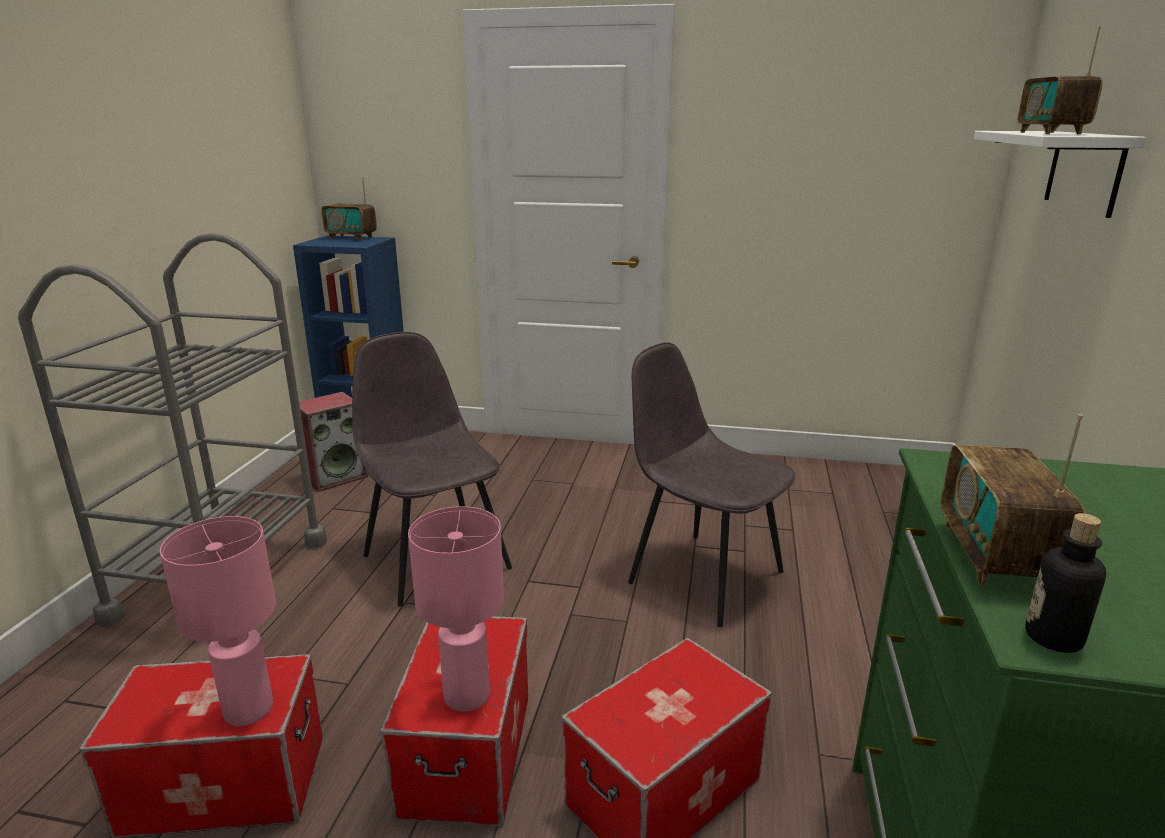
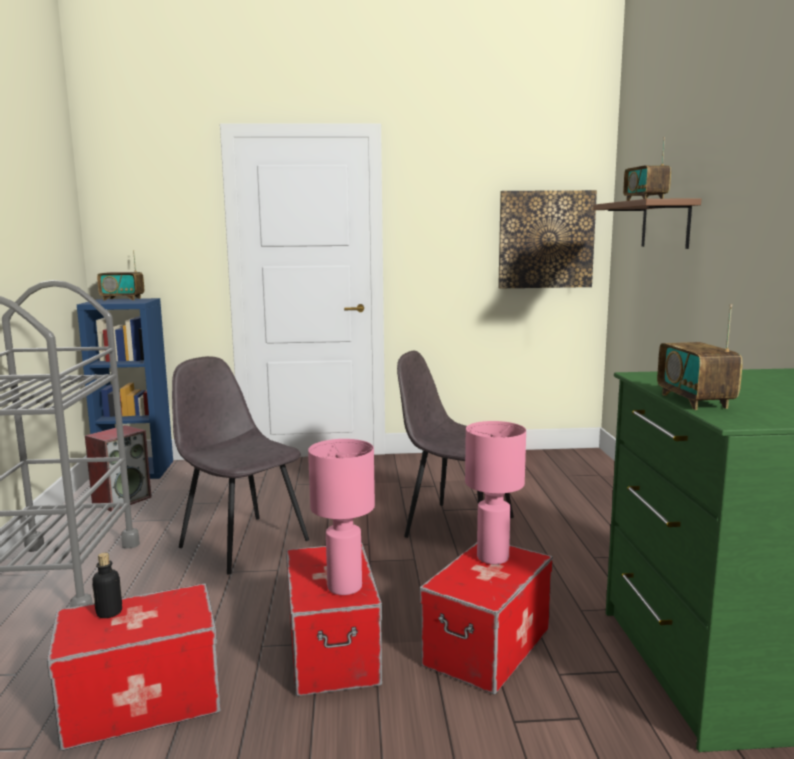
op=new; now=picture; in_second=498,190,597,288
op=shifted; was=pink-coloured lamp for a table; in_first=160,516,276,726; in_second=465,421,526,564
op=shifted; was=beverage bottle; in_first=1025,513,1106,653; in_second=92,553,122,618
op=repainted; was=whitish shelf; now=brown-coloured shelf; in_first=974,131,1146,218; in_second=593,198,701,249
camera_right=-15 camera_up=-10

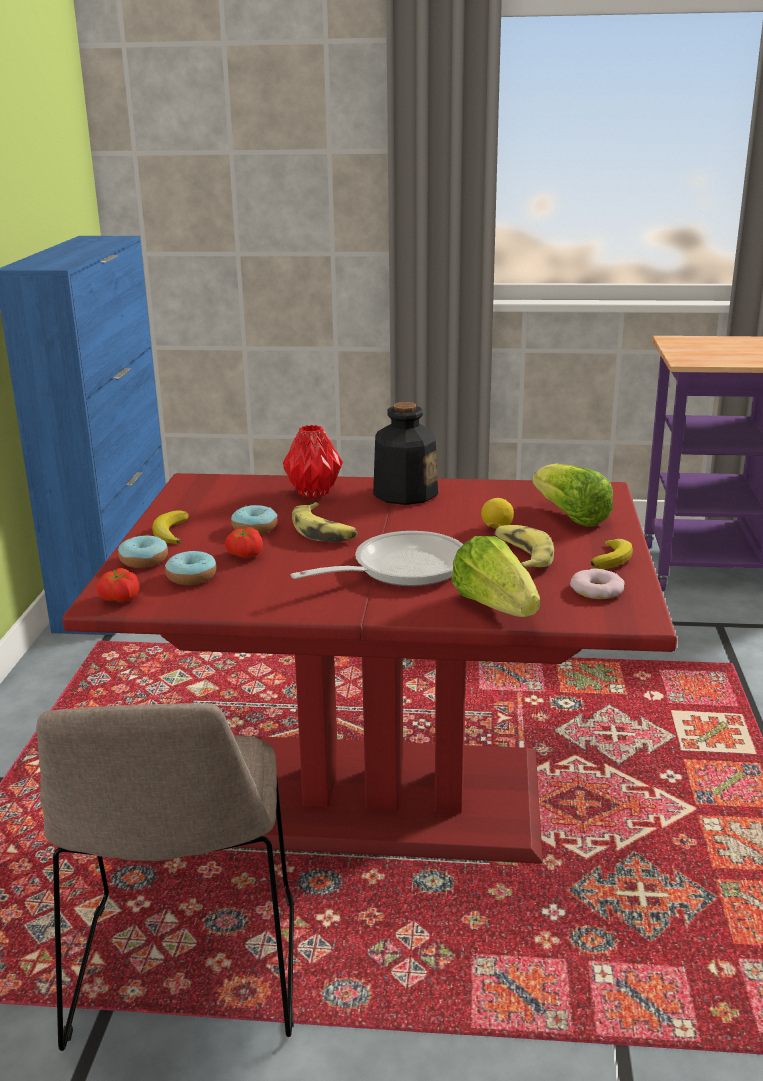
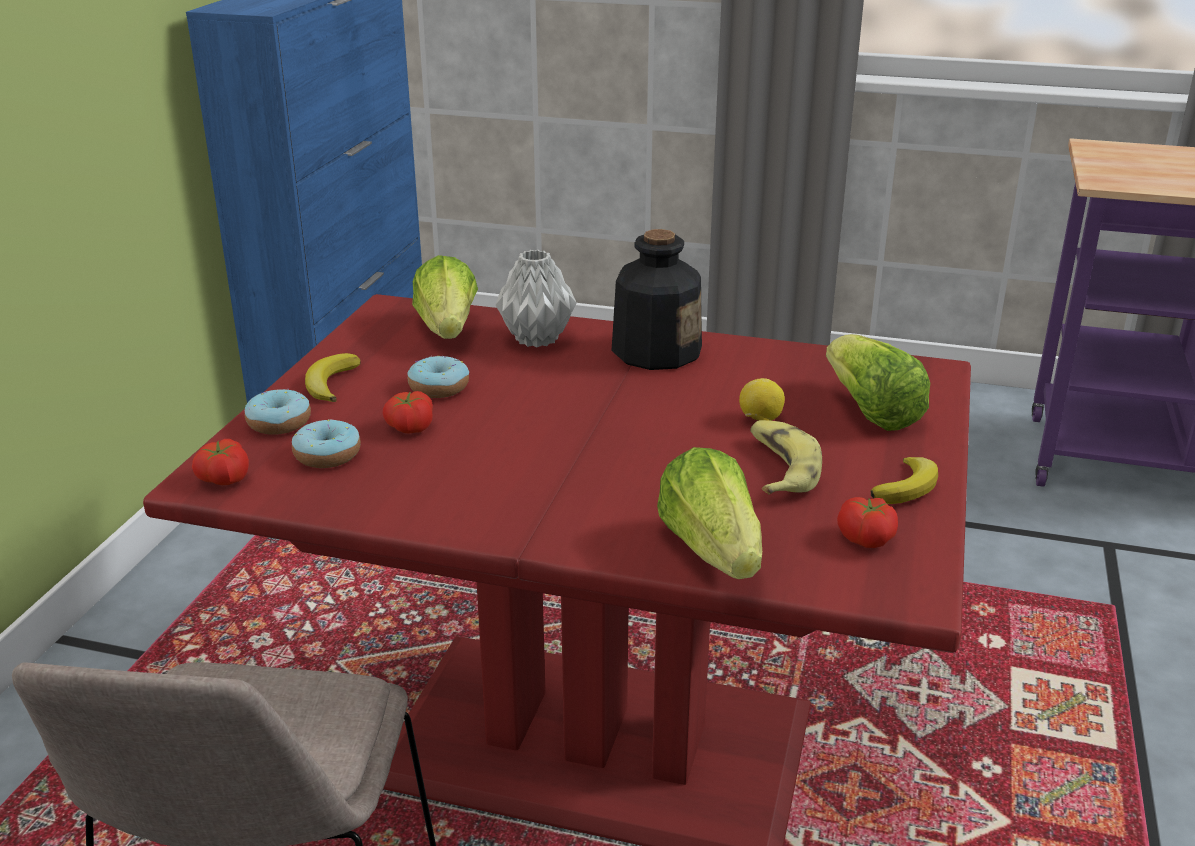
op=gone; was=frying pan; in_first=291,531,463,586
op=gone; was=banana fruit; in_first=292,502,358,542
op=new; now=head of lettuce; in_second=412,255,478,339
op=swapped; was=donut; now=fresh tomato; in_first=570,569,625,599; in_second=837,497,898,548
op=repainted; was=red decorative vase; now=greyish decorative vase; in_first=283,425,343,498; in_second=496,250,576,347
camera_right=10 camera_up=5

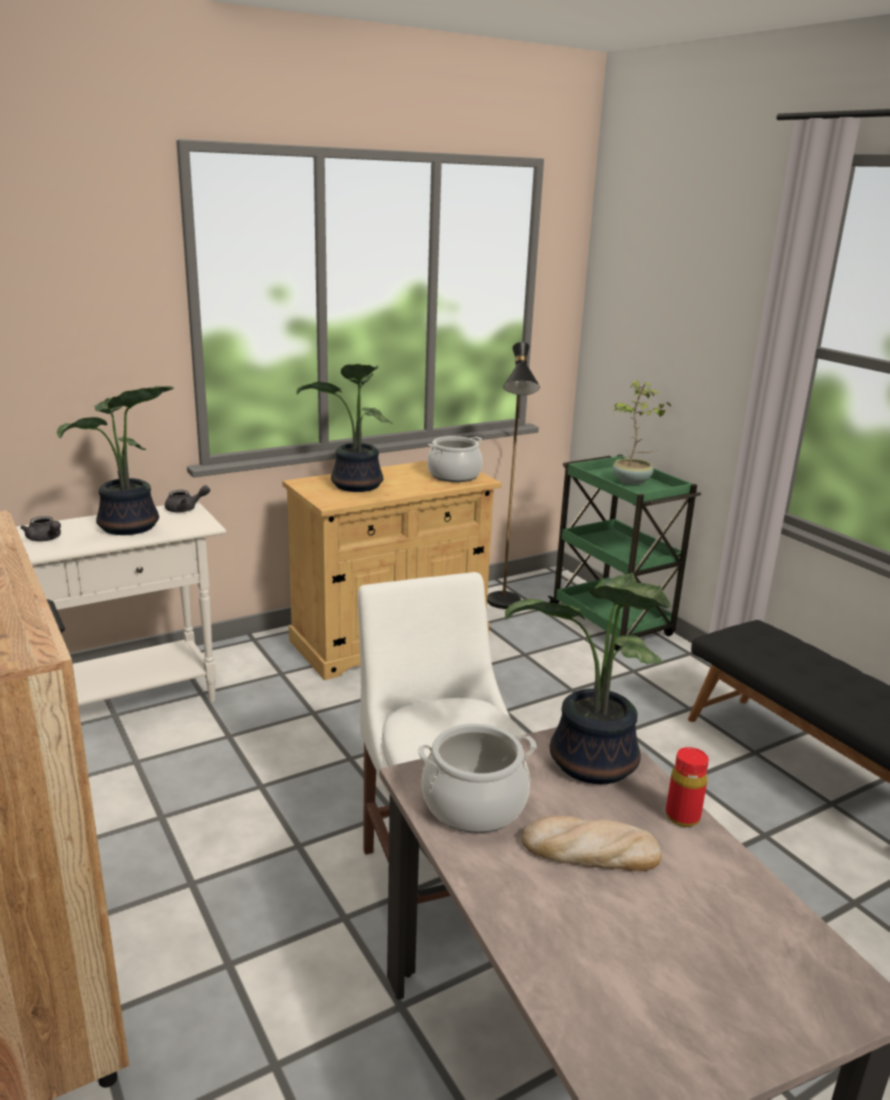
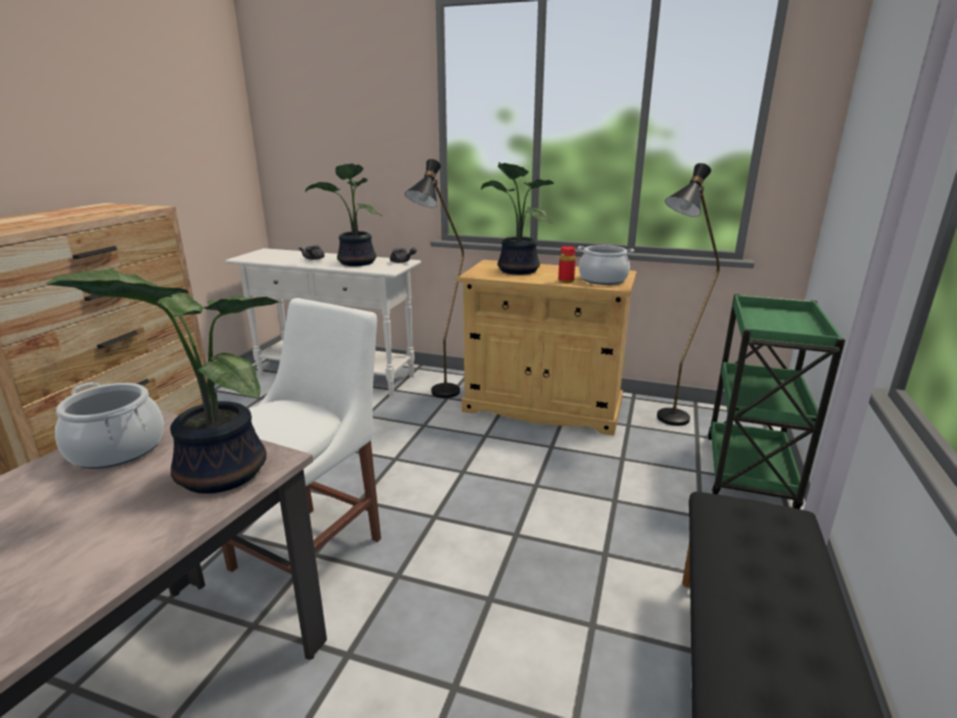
op=gone; was=bread; in_first=521,815,662,871
op=gone; was=houseplant; in_first=613,381,671,485
op=new; now=black floor lamp; in_second=405,159,464,398
op=shifted; was=red beverage bottle; in_first=666,747,709,827; in_second=558,246,576,283
camera_right=50 camera_up=0

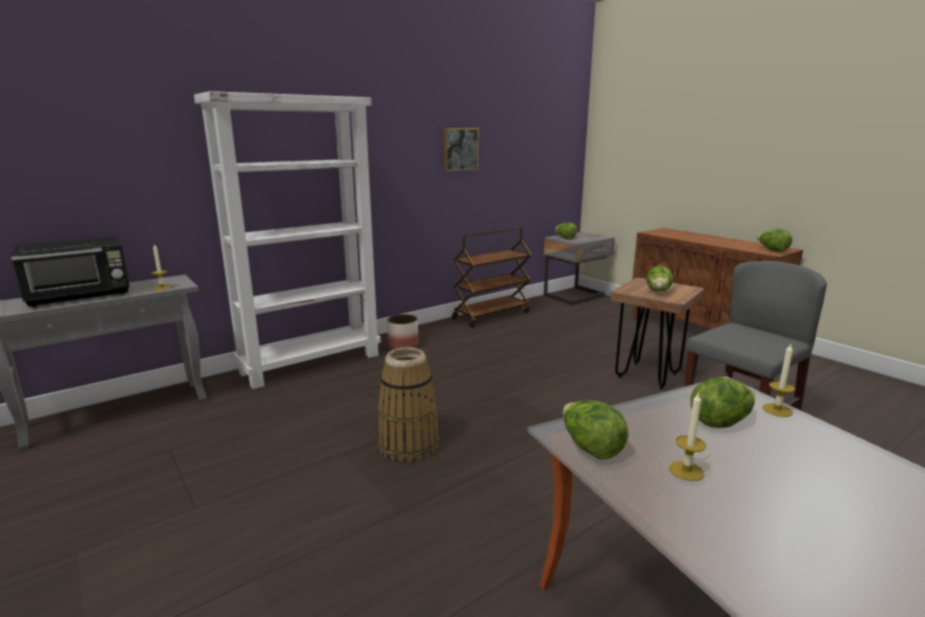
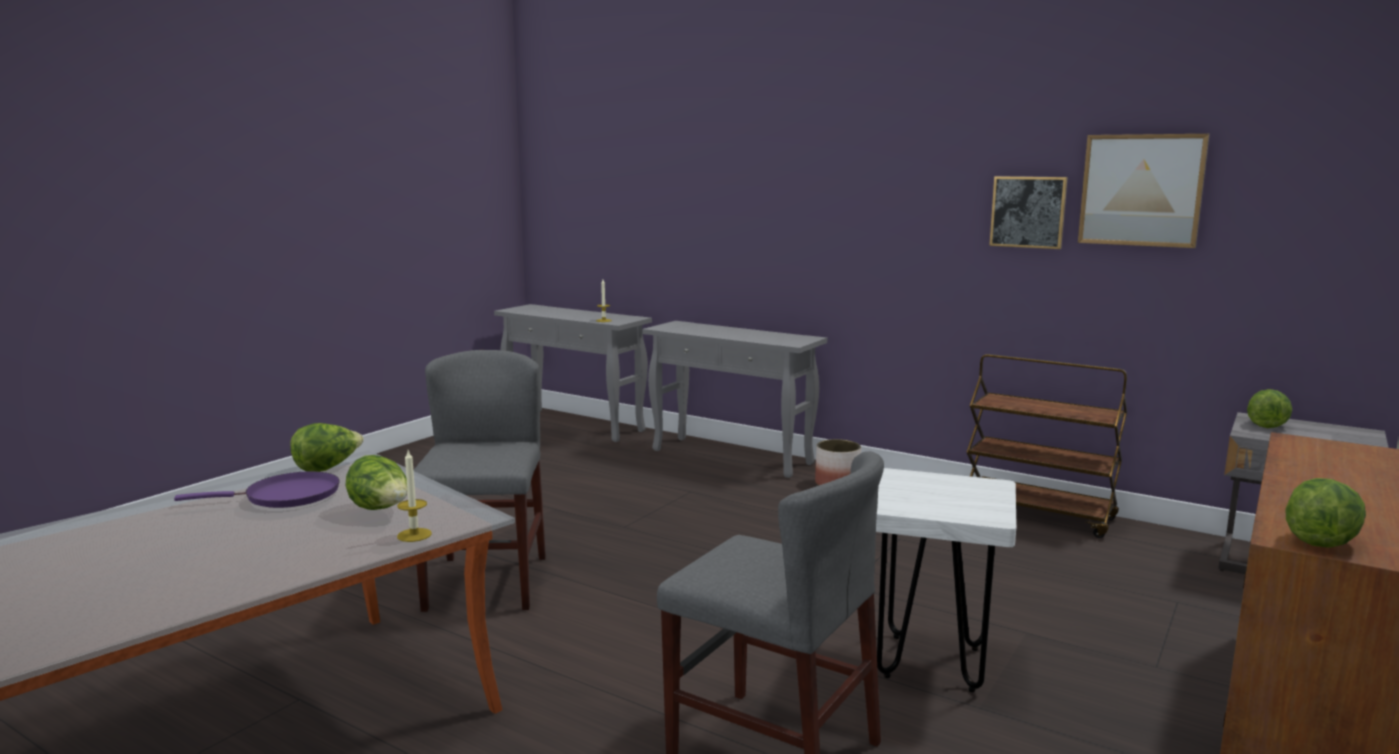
op=gone; was=black kitchen microwave; in_first=11,237,129,307
op=gone; was=basket; in_first=377,347,440,462
op=gone; was=head of lettuce; in_first=646,265,673,292
op=new; now=greyish plain chair; in_second=413,350,546,612
op=new; now=picture; in_second=1078,134,1210,248
op=swapped; was=whitish shelving unit; now=greyish hall table; in_first=194,91,381,389; in_second=642,321,827,478
op=swapped; was=candle; now=purple frying pan; in_first=669,391,706,481; in_second=174,471,339,508
op=repainted; was=brown-coloured stool; now=whitish stool; in_first=611,277,704,389; in_second=876,468,1016,692
camera_right=70 camera_up=-5

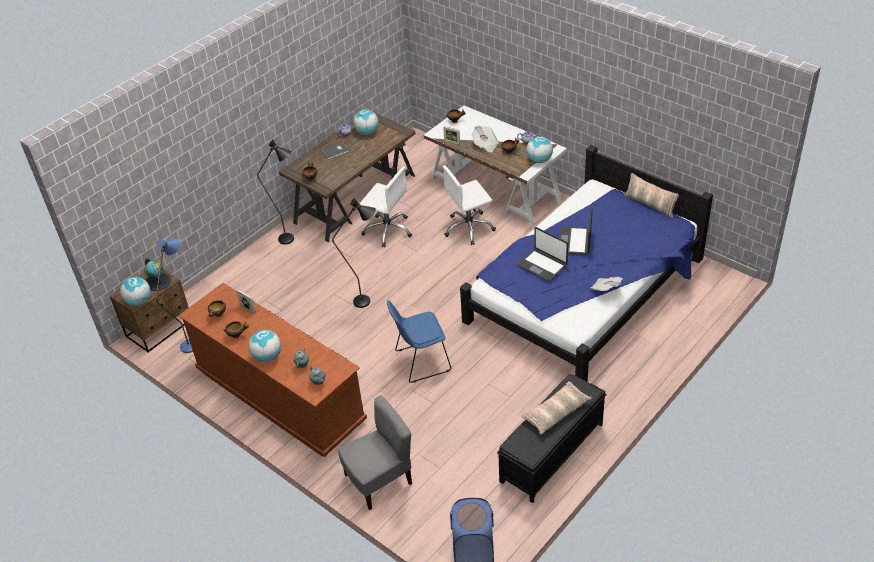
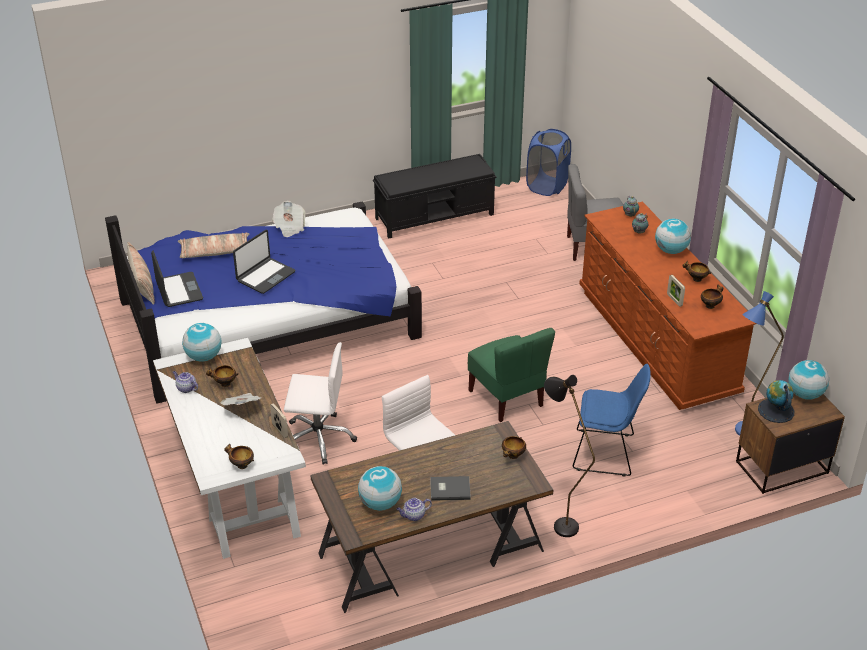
op=shifted; was=blue-coloured plain chair; in_first=387,300,451,383; in_second=573,364,651,476
op=shifted; was=portable computer; in_first=517,227,568,281; in_second=151,251,203,307
op=shifted; was=pillow; in_first=521,381,592,434; in_second=178,233,249,258
op=swapped; was=black floor lamp; now=green-coloured plain chair; in_first=332,198,376,308; in_second=468,328,555,422
camera_right=-155 camera_up=-5

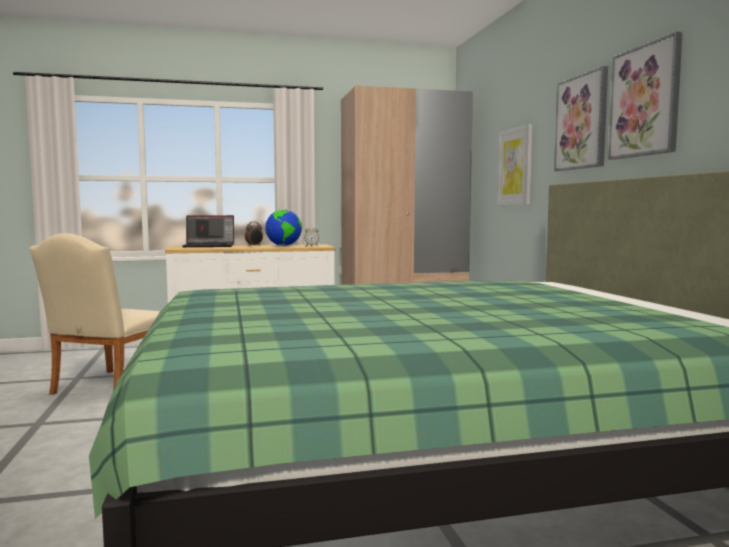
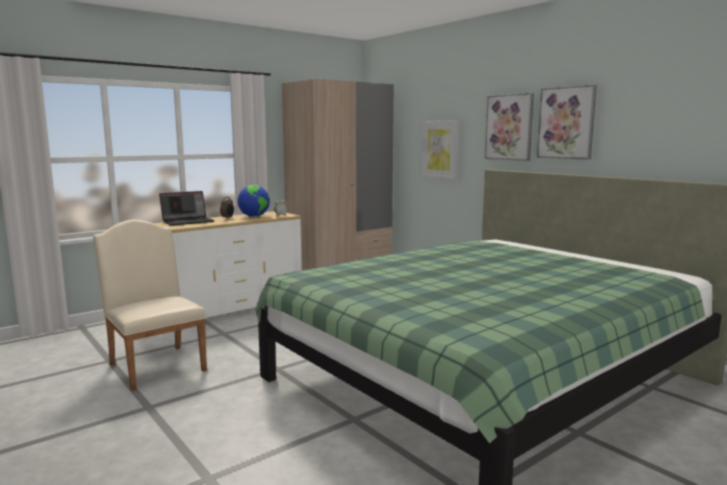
op=rotated; was=sand-coloured plain chair; in_first=29,233,160,395; in_second=93,220,207,391; clockwise=150
camera_right=-25 camera_up=5

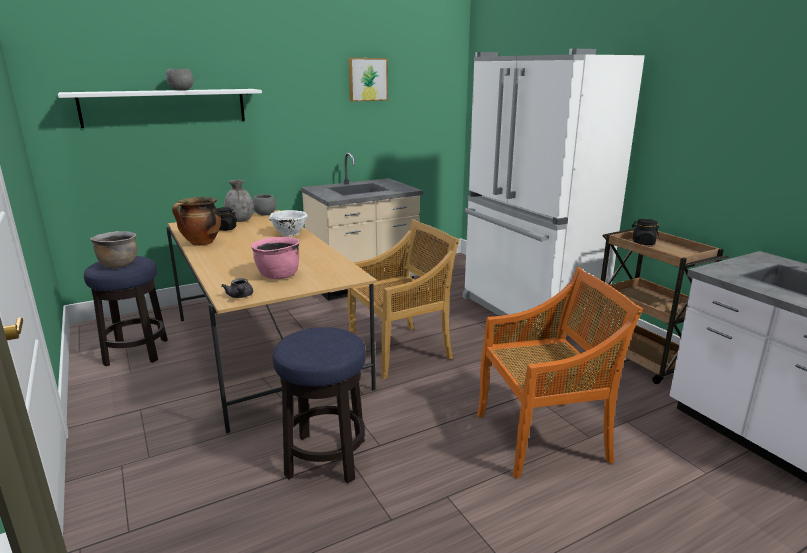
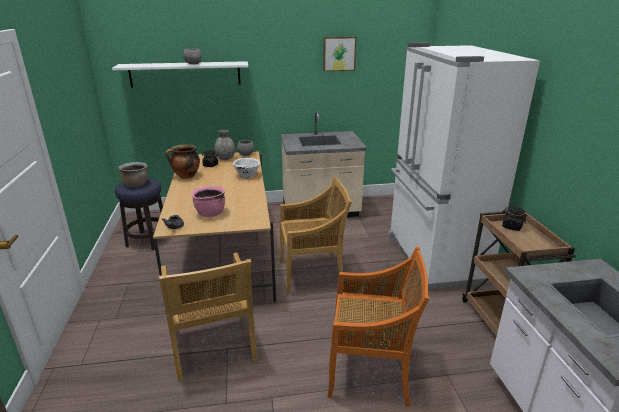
op=swapped; was=stool; now=sand-coloured plain chair; in_first=273,327,366,483; in_second=159,253,258,381
camera_right=20 camera_up=5

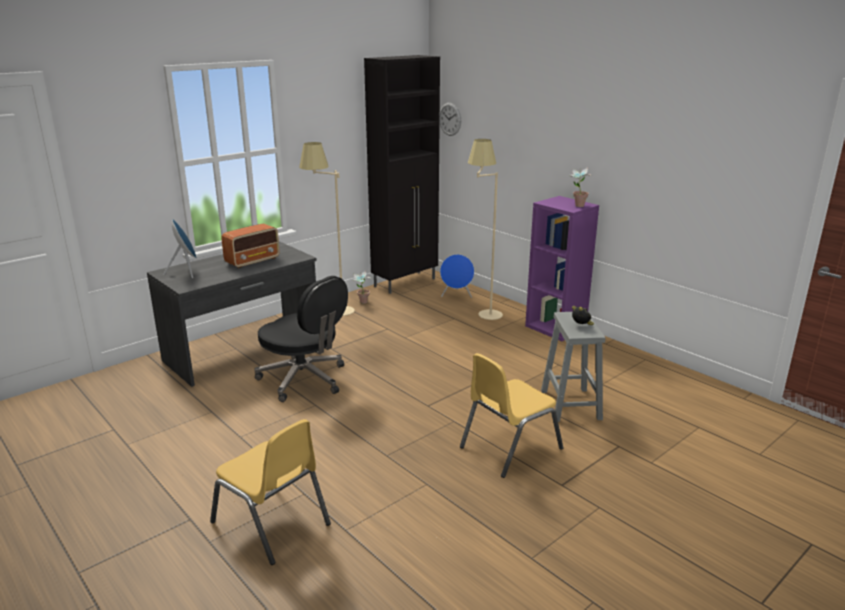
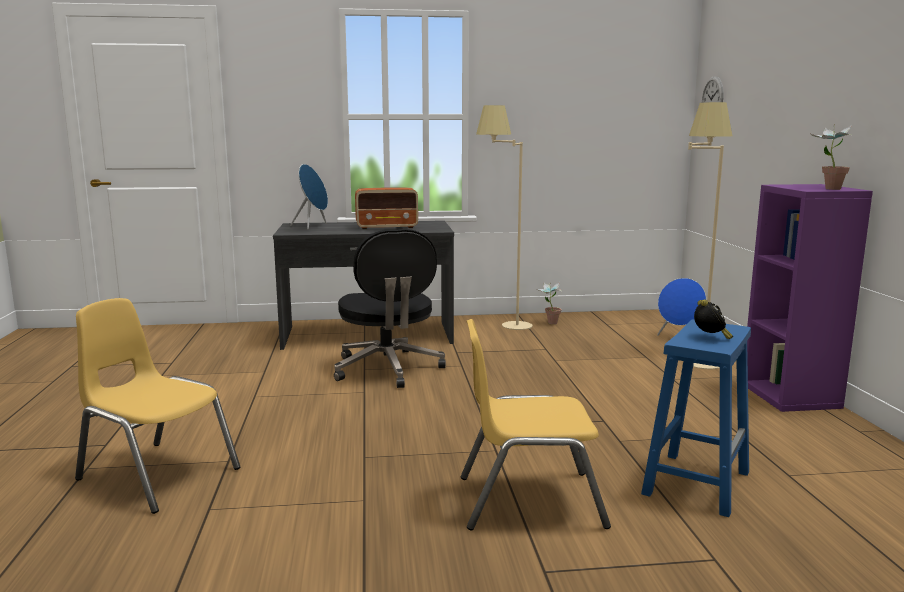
op=gone; was=black storage cabinet; in_first=364,55,440,294
op=repainted; was=greyish stool; now=blue-coloured stool; in_first=541,312,605,422; in_second=641,320,751,517
op=rotated; was=yellow plain chair; in_first=210,419,331,565; in_second=75,298,240,514; clockwise=135
camera_right=35 camera_up=-10

